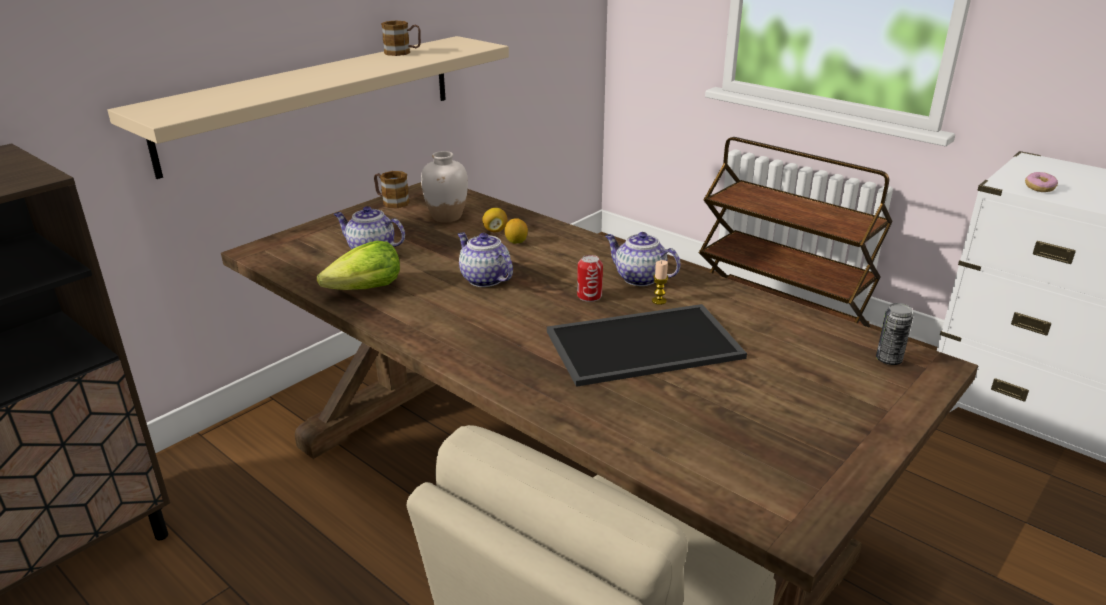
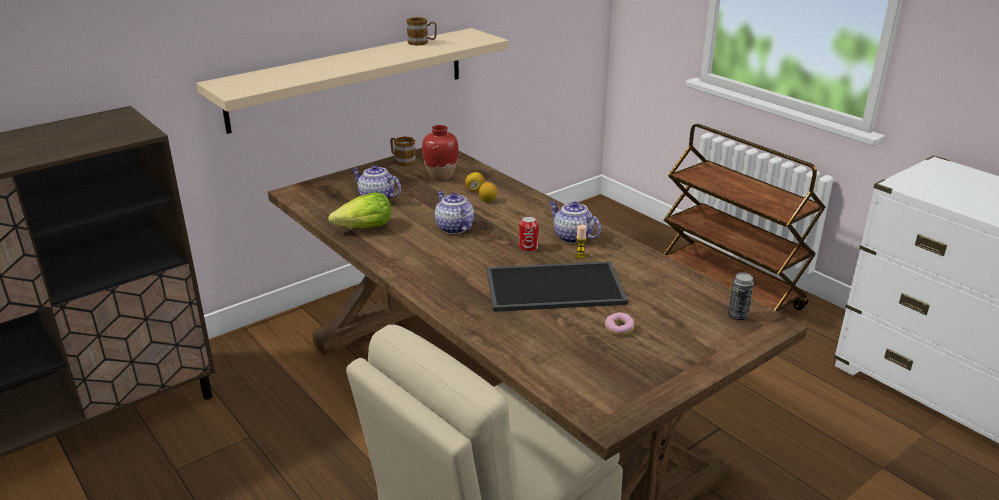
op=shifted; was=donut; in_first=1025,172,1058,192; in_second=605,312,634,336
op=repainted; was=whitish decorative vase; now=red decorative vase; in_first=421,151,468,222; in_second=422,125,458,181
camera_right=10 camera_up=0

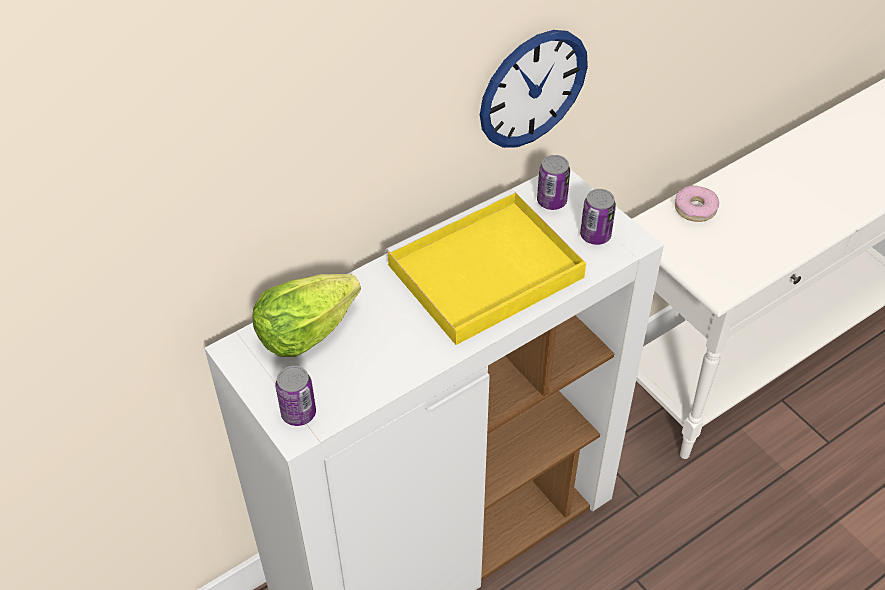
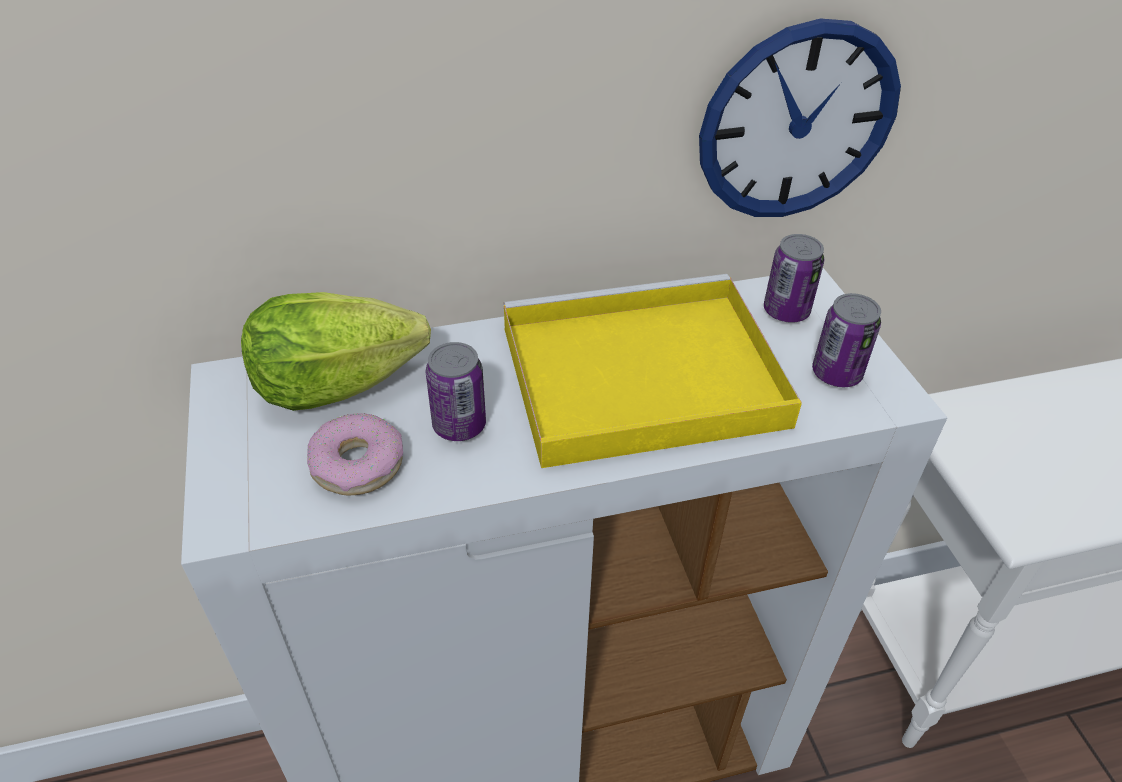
op=shifted; was=sealed can; in_first=276,366,316,426; in_second=426,342,486,441
op=shifted; was=donut; in_first=675,185,719,222; in_second=307,413,403,496
camera_right=20 camera_up=-5

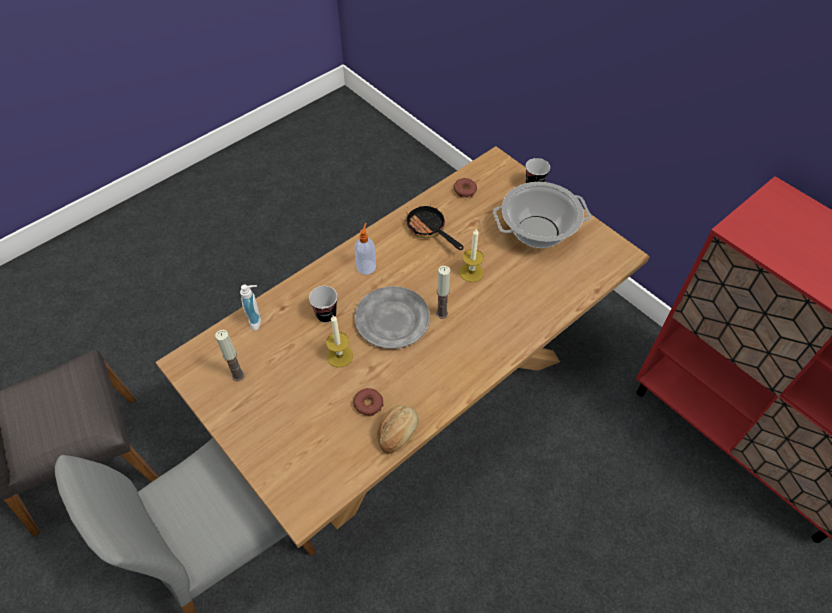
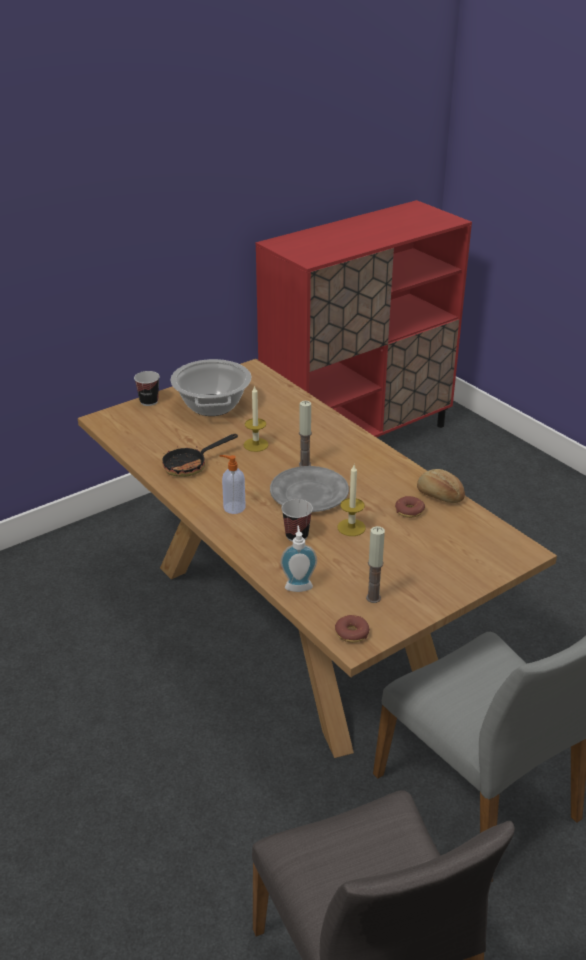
op=shifted; was=donut; in_first=454,178,477,198; in_second=335,615,370,643
camera_right=-85 camera_up=-20

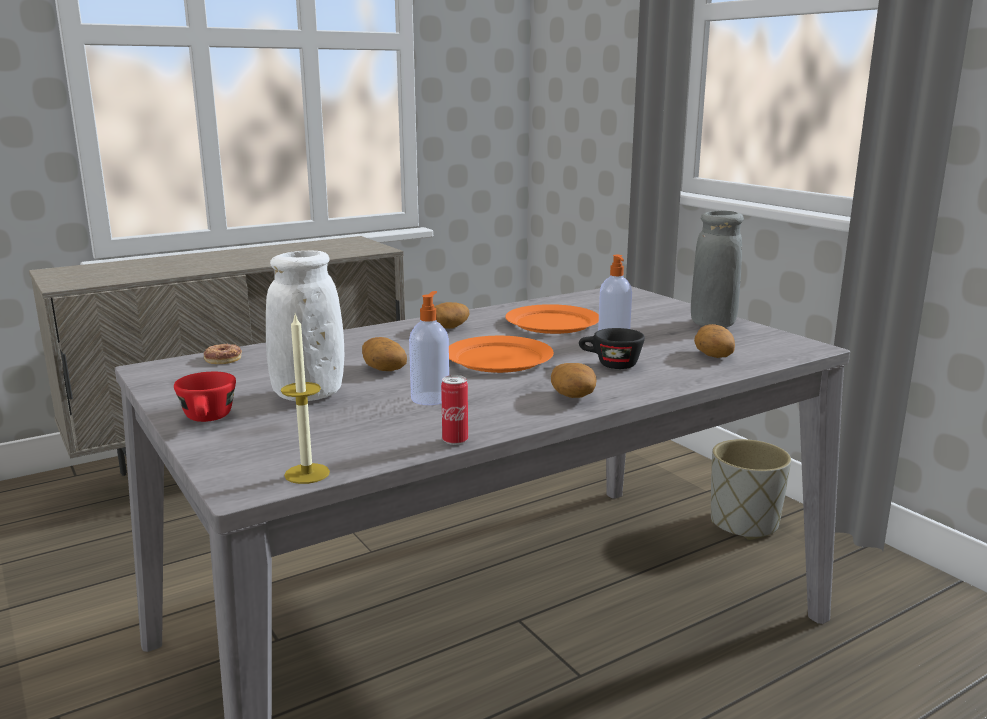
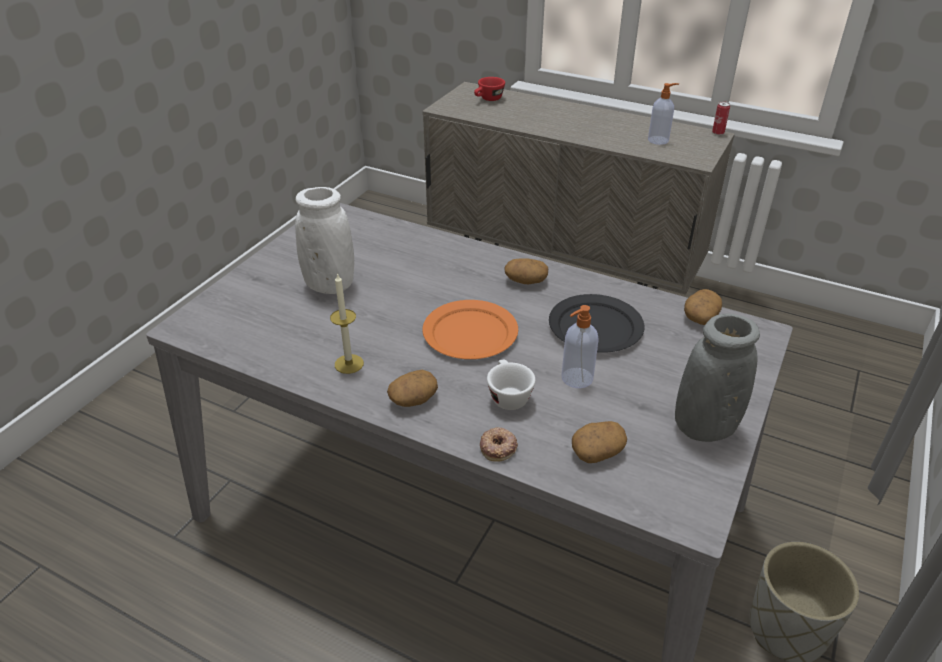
op=shifted; was=red cup; in_first=174,372,236,422; in_second=474,77,505,101
op=shifted; was=donut; in_first=204,344,242,364; in_second=480,427,518,462
op=shifted; was=candle; in_first=281,314,330,484; in_second=330,273,364,374
op=shifted; was=potato; in_first=362,337,407,371; in_second=684,289,722,325
op=shifted; was=soap bottle; in_first=409,291,449,405; in_second=648,83,679,145
op=shifted; was=sealed can; in_first=441,375,468,445; in_second=712,101,730,135
op=repainted; was=orange flat dish; now=black flat dish; in_first=505,304,599,334; in_second=549,294,645,353
op=repainted; was=black cup; now=whitish cup; in_first=579,328,645,369; in_second=487,360,536,410
camera_right=60 camera_up=20

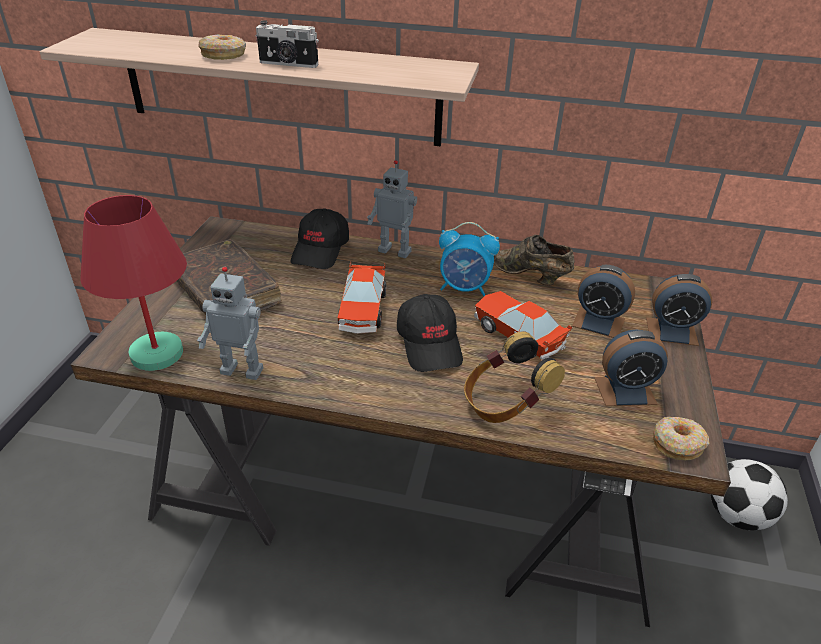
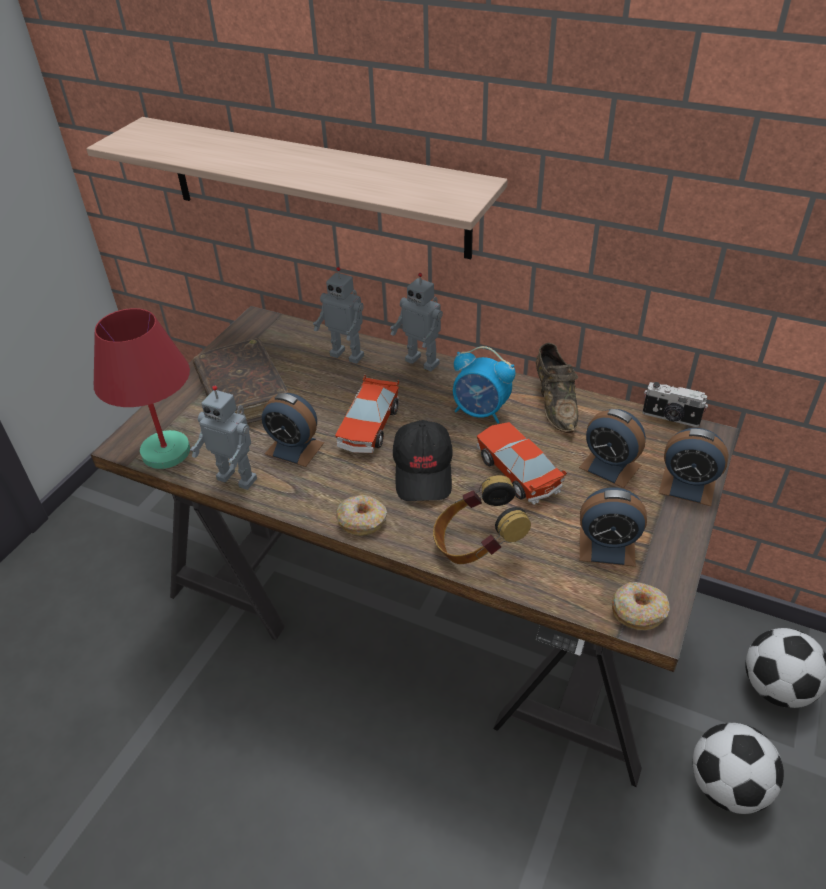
op=new; now=bedside clock; in_second=262,393,324,467
op=new; now=ball for football; in_second=693,723,784,814
op=shifted; was=donut; in_first=198,35,246,60; in_second=336,495,387,536
op=shifted; was=still camera; in_first=256,20,319,68; in_second=642,382,708,427
op=swapped; was=black cap; now=robot figure; in_first=290,208,349,269; in_second=313,267,364,364
op=rotated; was=brown-coloured item of footwear; in_first=494,235,575,286; in_second=536,343,578,433; clockwise=-150
camera_right=15 camera_up=5

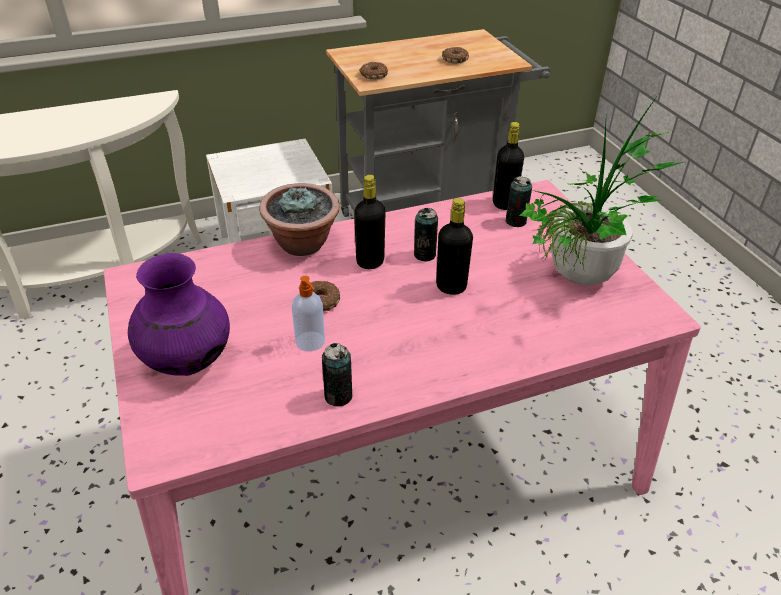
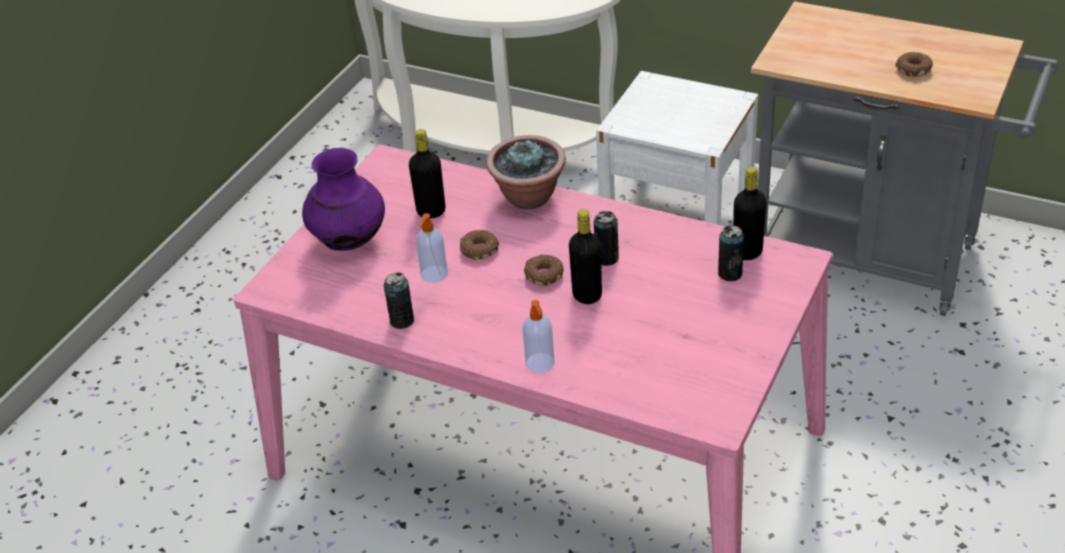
op=gone; was=houseplant; in_first=519,95,684,286
op=new; now=soap bottle; in_second=522,300,555,373
op=shifted; was=black beverage bottle; in_first=354,175,386,269; in_second=409,129,446,218
op=shifted; was=donut; in_first=359,62,388,80; in_second=524,255,564,286
camera_right=50 camera_up=0

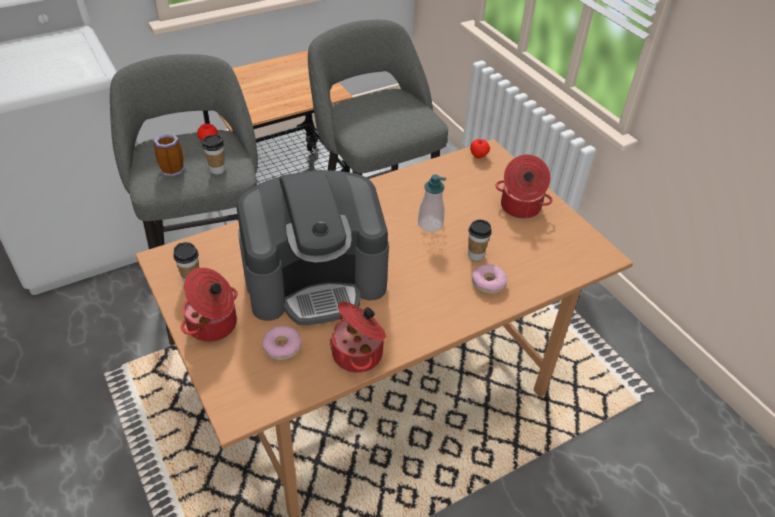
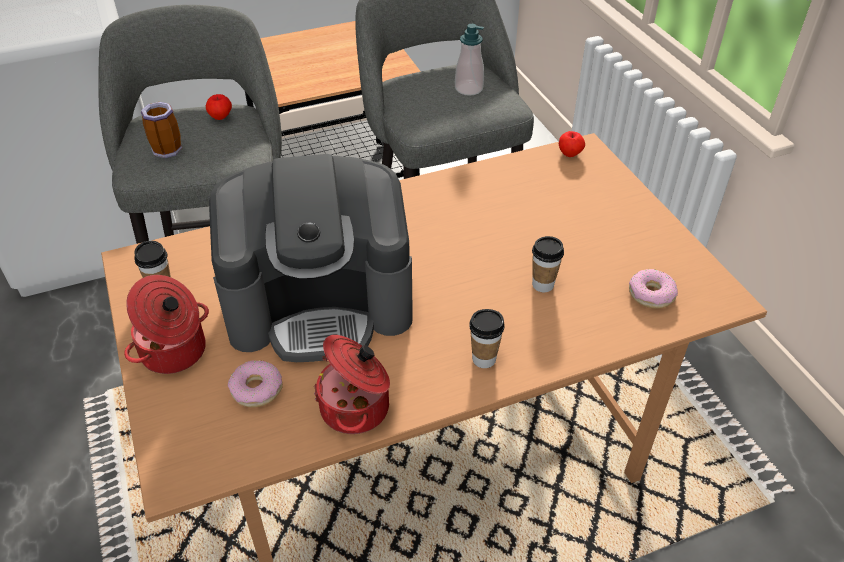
op=gone; was=saucepot; in_first=495,155,552,219
op=shifted; was=cup; in_first=202,135,225,174; in_second=469,309,505,368
op=shifted; was=soap bottle; in_first=418,174,446,232; in_second=455,24,484,96
op=shifted; was=donut; in_first=471,264,507,294; in_second=629,269,678,309
camera_right=10 camera_up=0

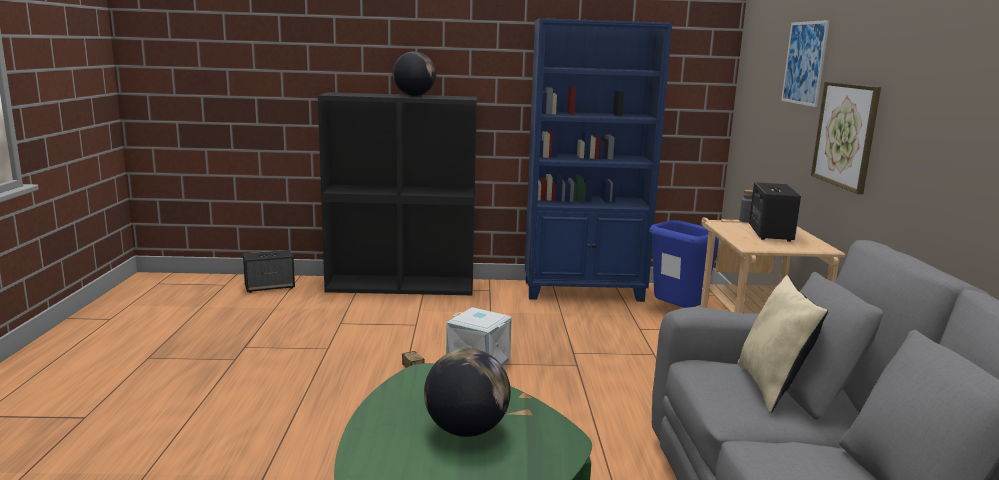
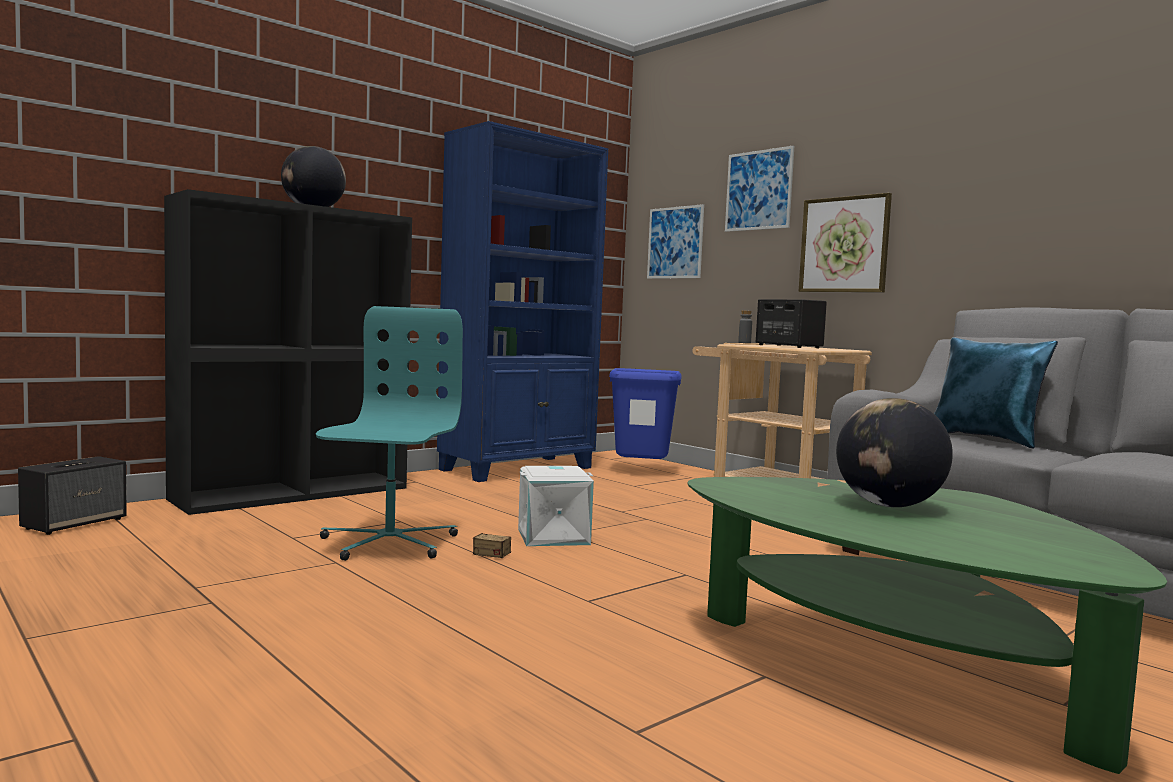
op=new; now=turquoise desk chair; in_second=316,306,463,561
op=new; now=picture; in_second=647,204,704,279
op=repainted; was=sand-coloured pillow; now=blue-coloured pillow; in_first=737,275,828,414; in_second=934,337,1058,448
camera_right=-40 camera_up=-10

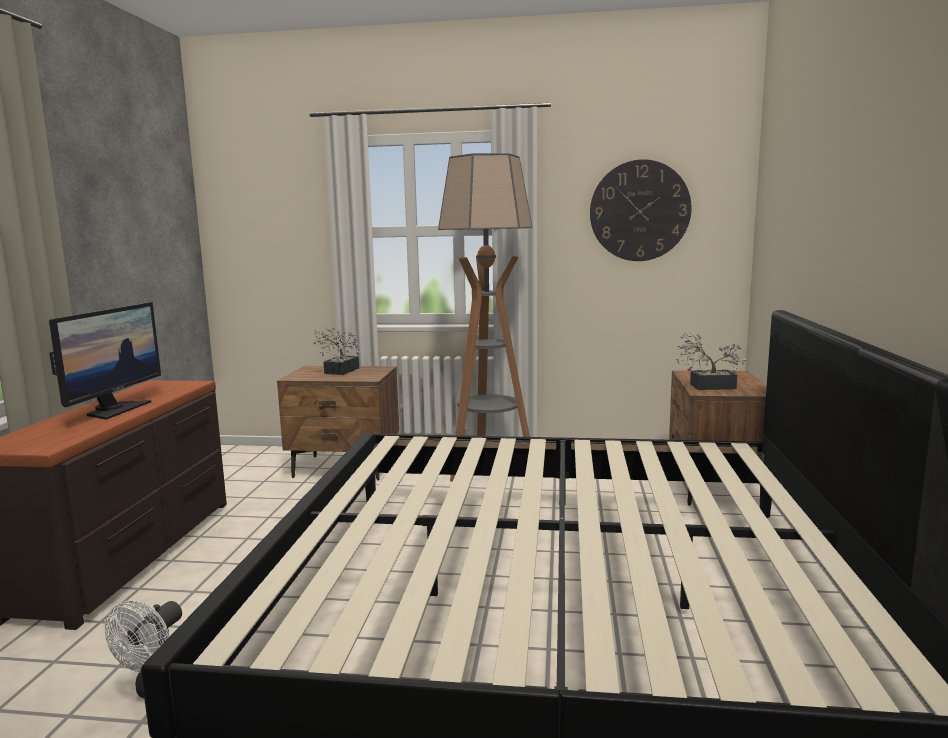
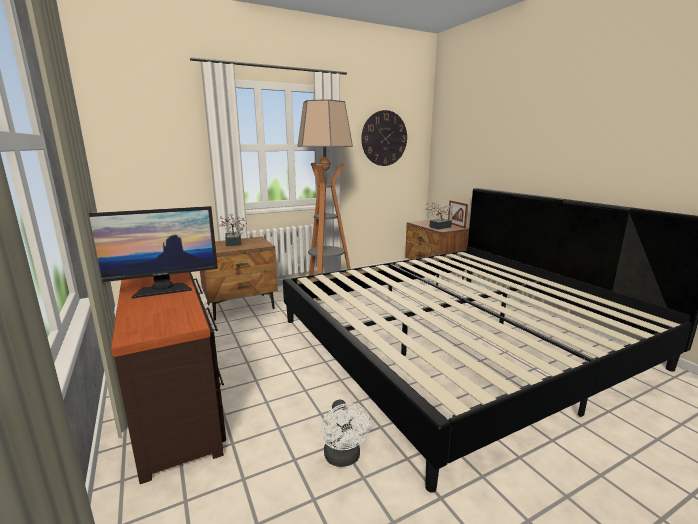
op=new; now=photo frame; in_second=448,200,468,229
op=rotated; was=computer display; in_first=49,302,161,420; in_second=89,206,218,298; clockwise=90
camera_right=-35 camera_up=5

